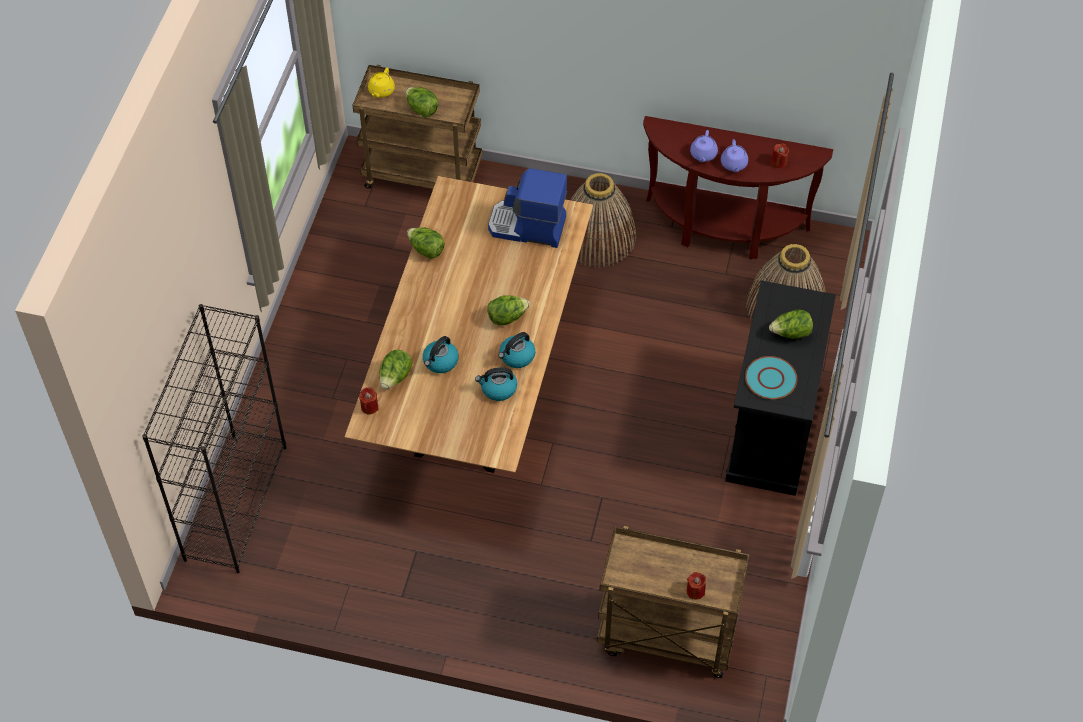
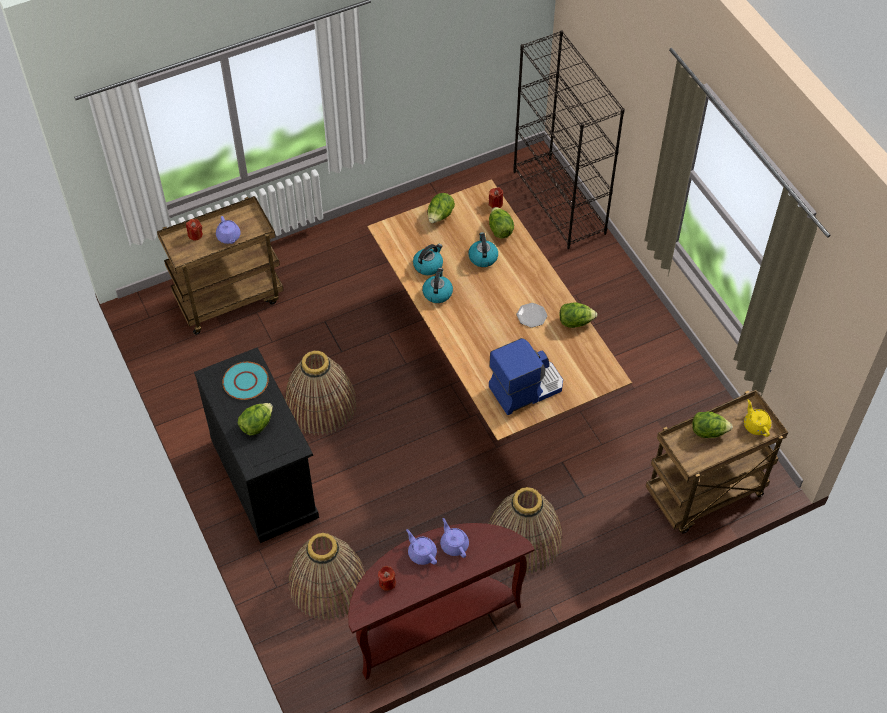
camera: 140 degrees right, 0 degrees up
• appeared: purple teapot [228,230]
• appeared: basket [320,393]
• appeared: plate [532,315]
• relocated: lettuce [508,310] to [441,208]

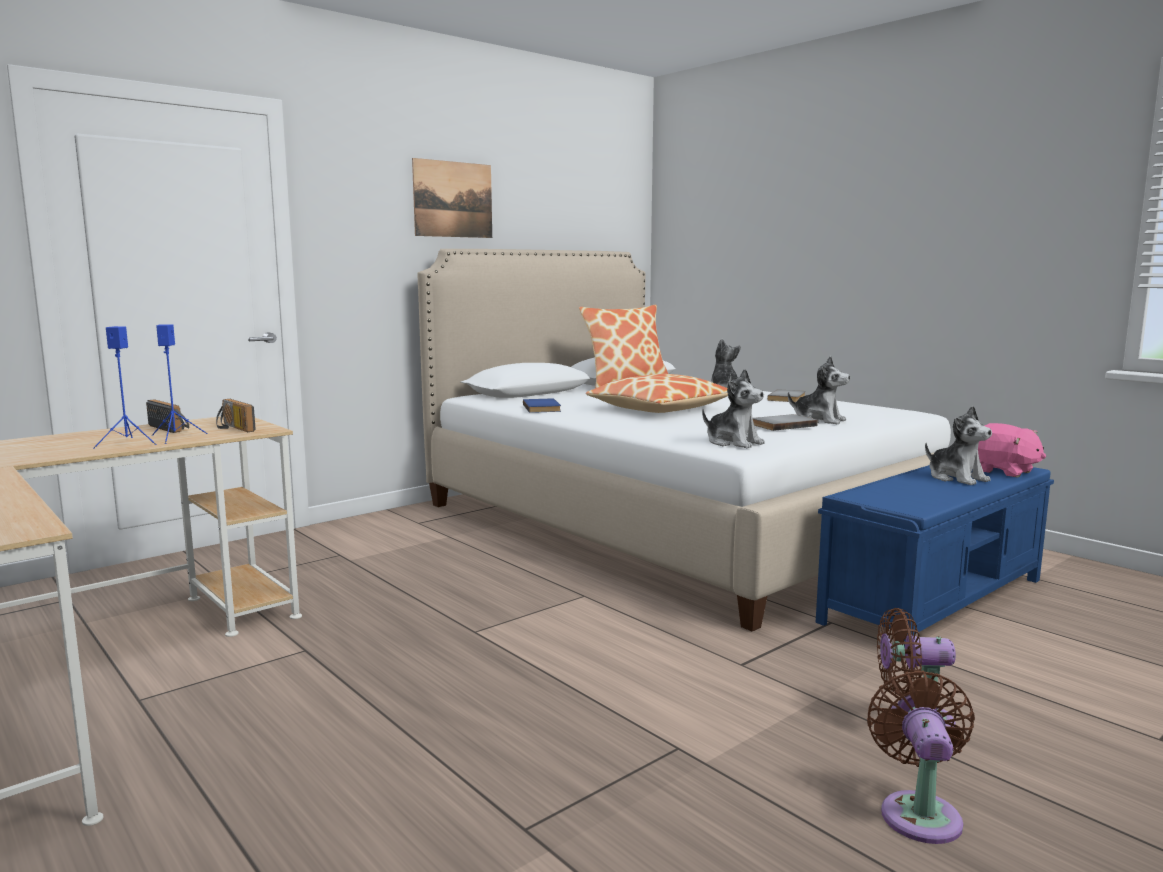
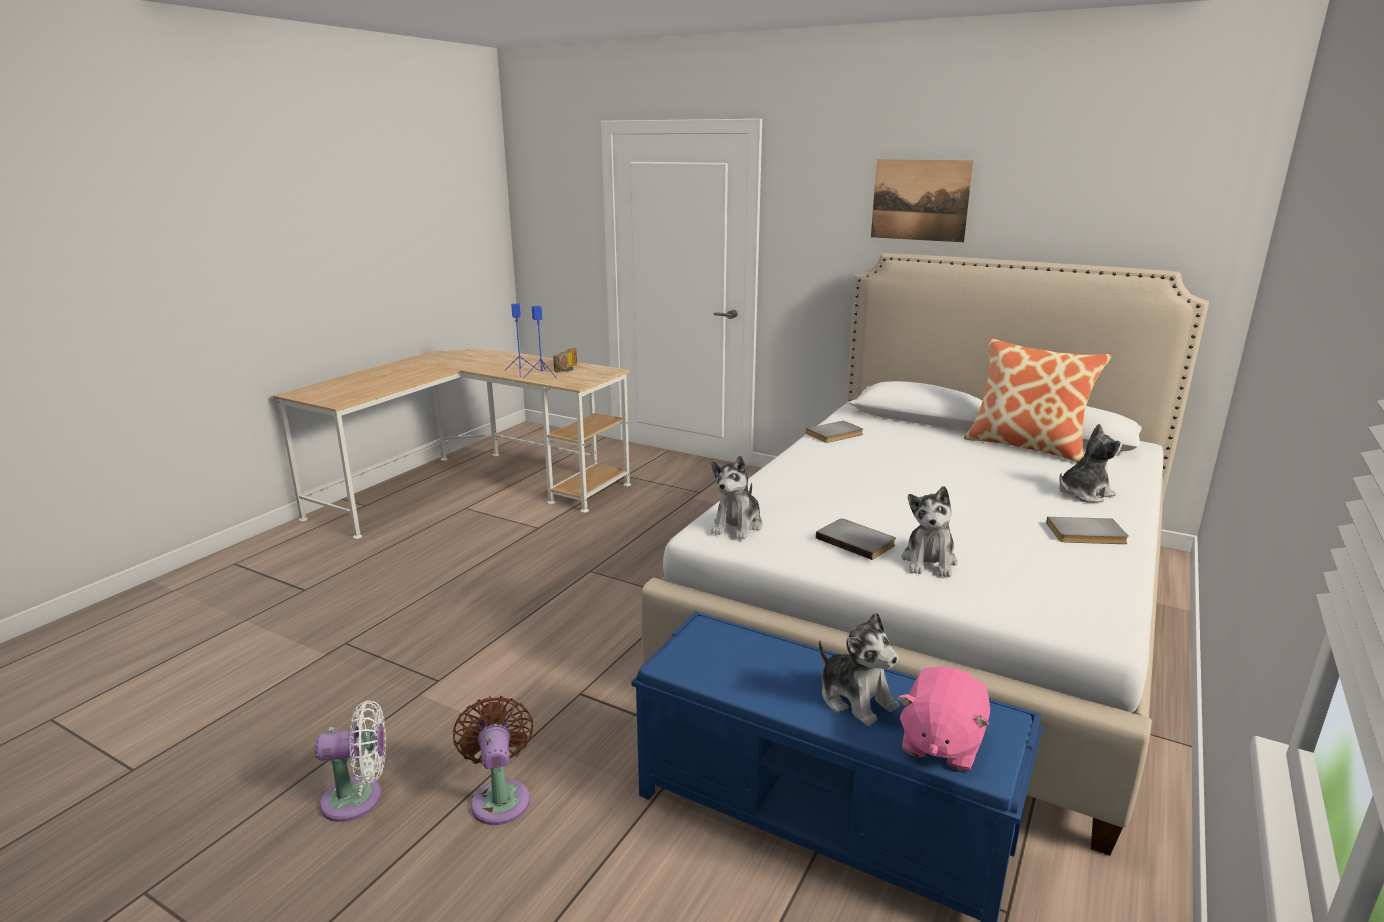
camera: 70 degrees right, 10 degrees up
• missing: radio [236,415]
• missing: pillow [657,393]
• colour: blue book [542,405] to grey book [834,432]
• colour: brown fan [921,757] to white fan [350,761]
• spun: plush toy [958,445] = [859,669] 75 degrees counterclockwise

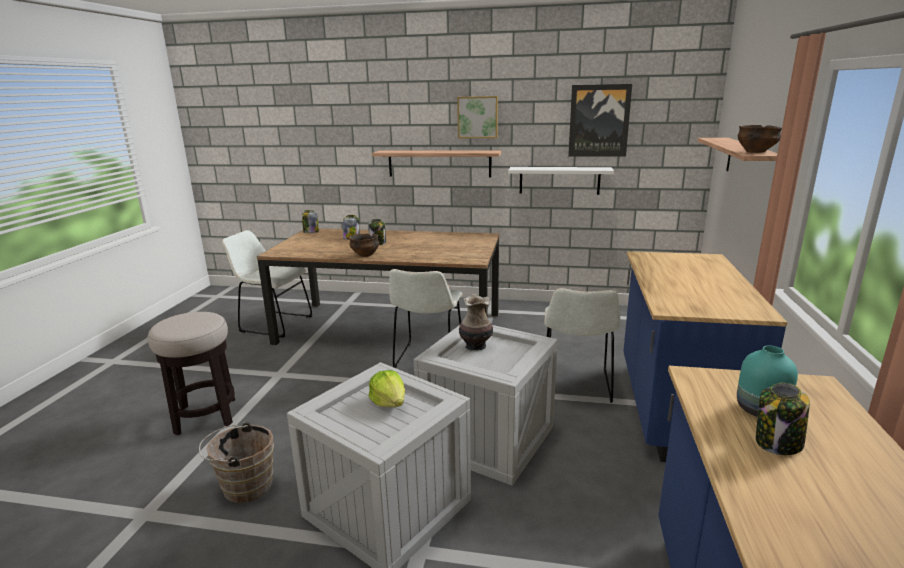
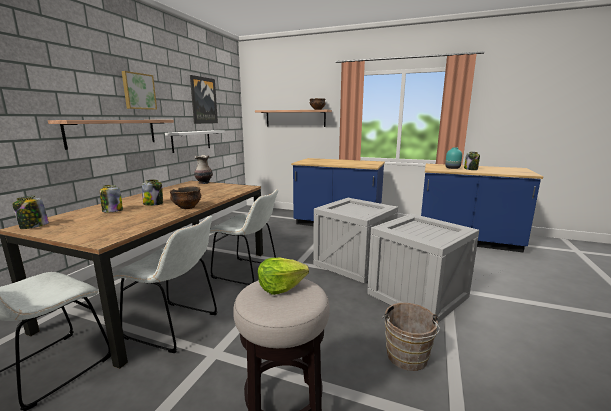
camera: 80 degrees left, 5 degrees down
• relocated: lettuce [386,388] to [283,276]
• relocated: vase [476,322] to [203,169]
• relocated: white chair [582,345] to [165,284]

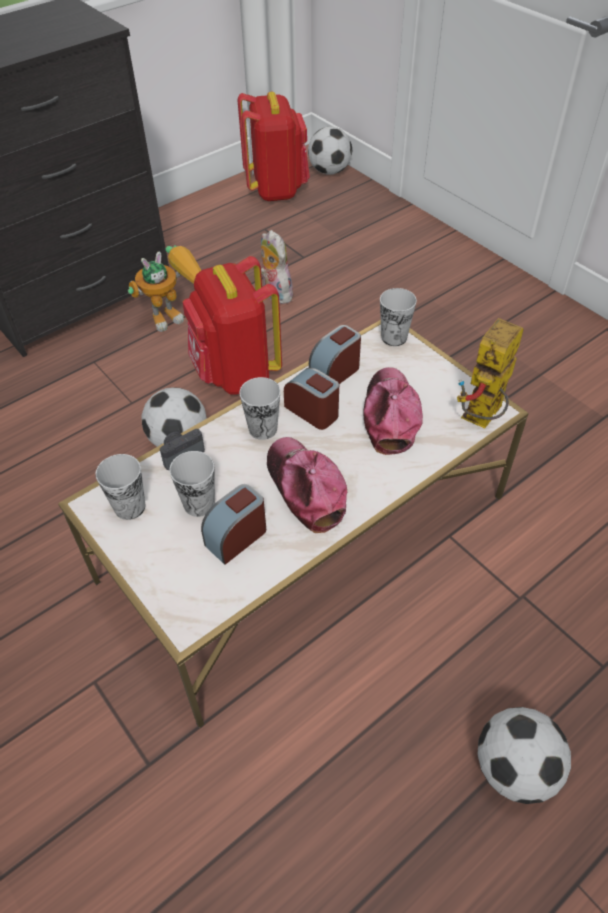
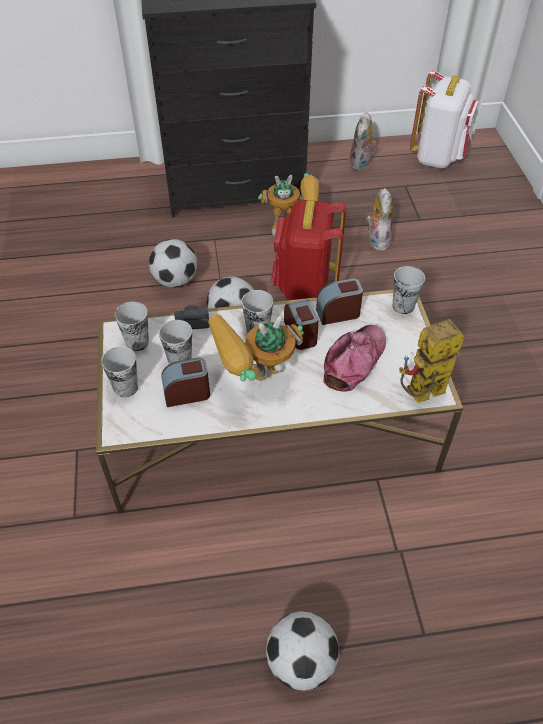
camera: 30 degrees right, 0 degrees up
• appeared: cup [119,372]
• appeared: plush toy [362,141]
• relocated: football [330,151] to [173,263]
• exchanged: cap [307,485] to toy robot [256,347]
• colour: red backpack [274,146] to white backpack [444,119]

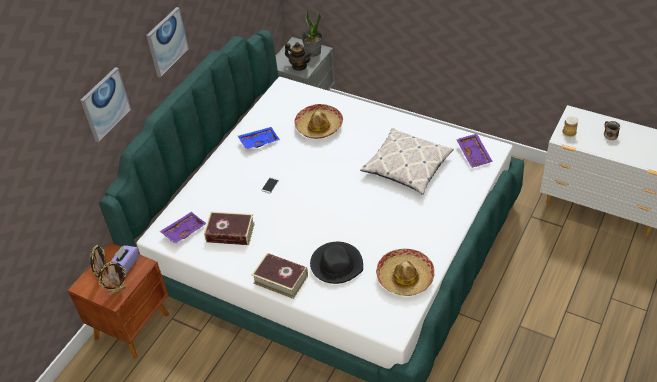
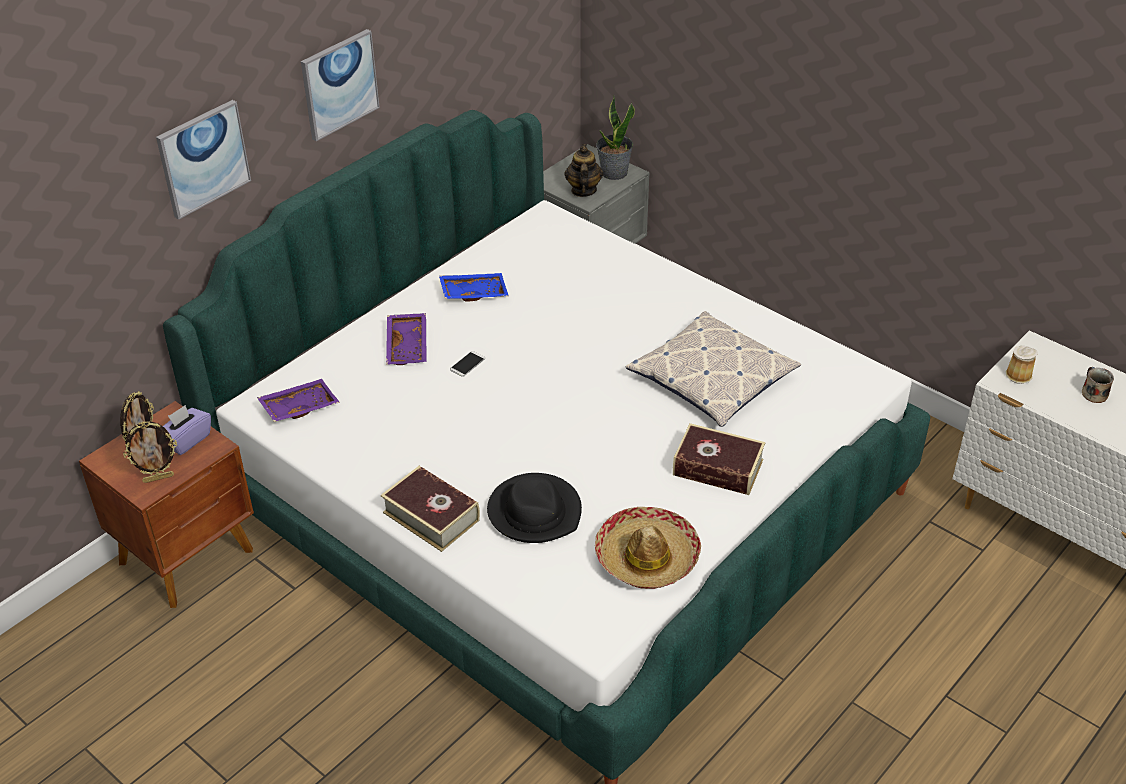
camera: 10 degrees right, 5 degrees down
• missing: hat [318,121]
• relocated: book [229,228] to [719,459]
• relocated: purple tray [474,151] to [406,339]
• spun: teapot [298,56] = [584,170] 135 degrees counterclockwise

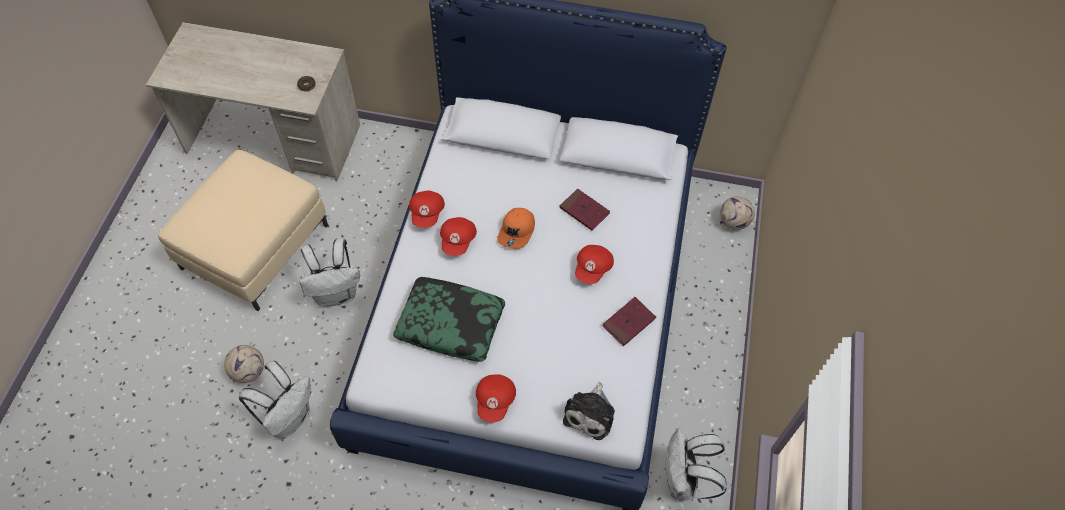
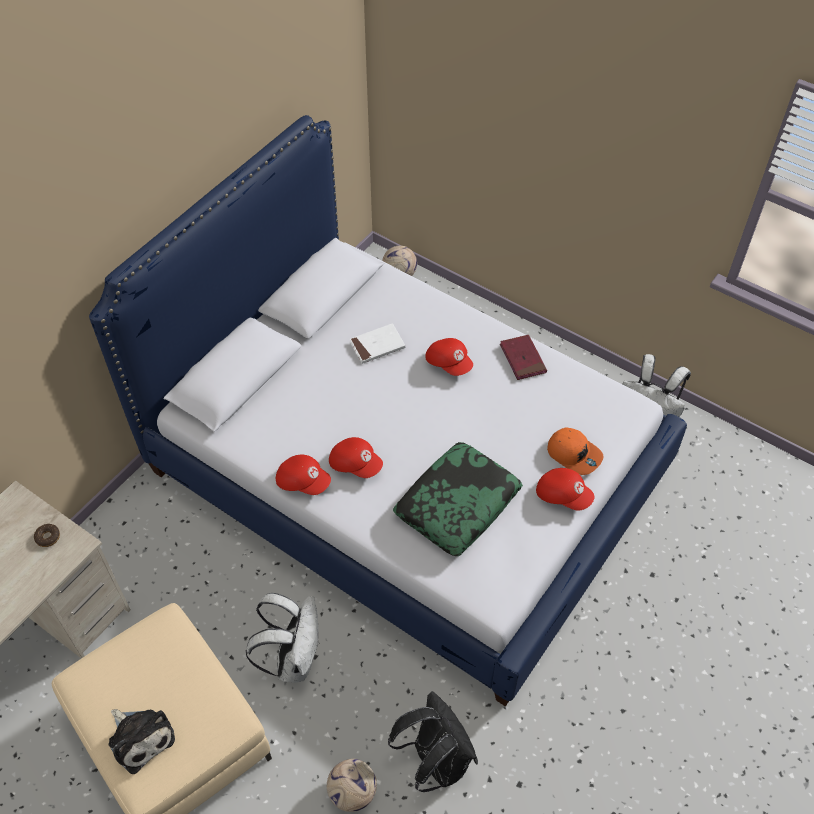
camera: 65 degrees left, 5 degrees down
• relocated: orange cap [516,228] to [575,451]
• relocated: plush toy [589,411] to [142,741]
• colour: white backpack [275,400] to black backpack [433,741]
• colour: red book [584,210] to white book [377,343]

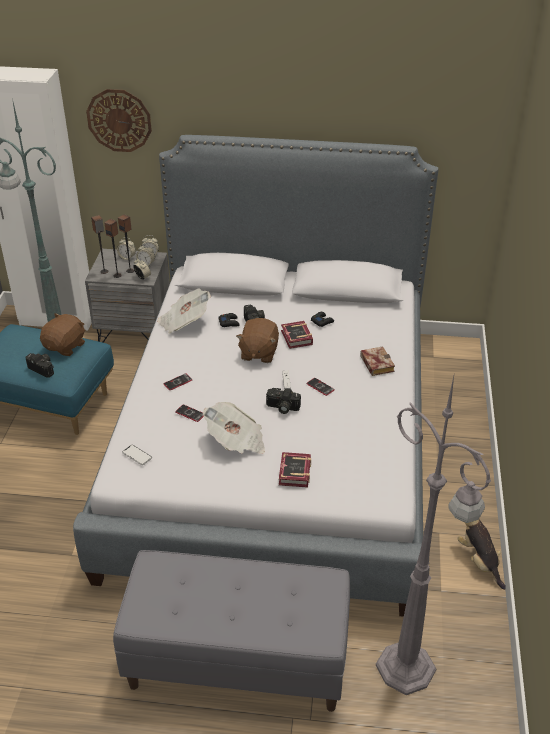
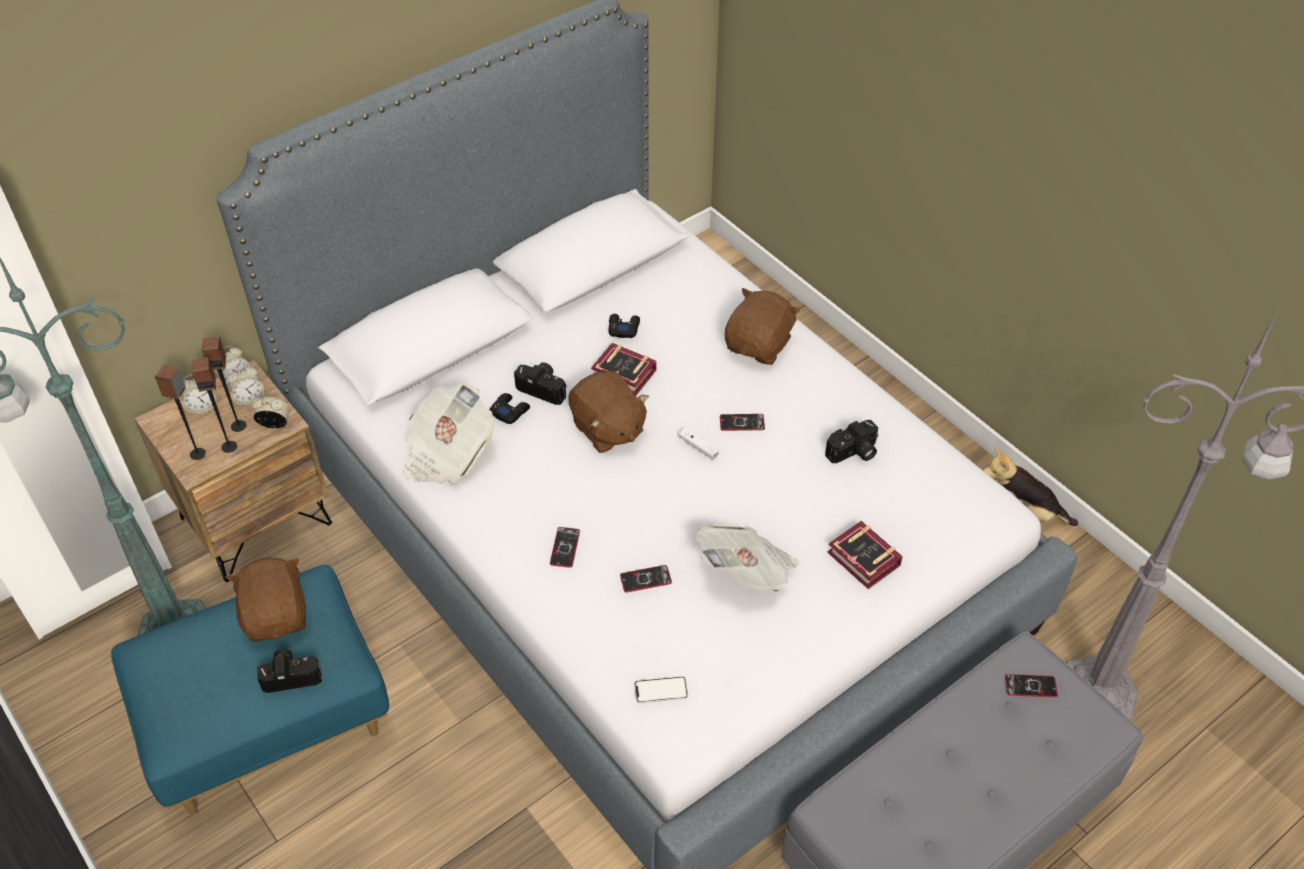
camera: 45 degrees left, 10 degrees up
• missing: wall clock [119,120]
• appeared: phone [1031,685]
• relocated: photo camera [283,401] to [851,441]
• exchanged: book [377,361] to brown plush toy [762,326]
• colour: grey nightstand [127,296] to brown nightstand [233,471]

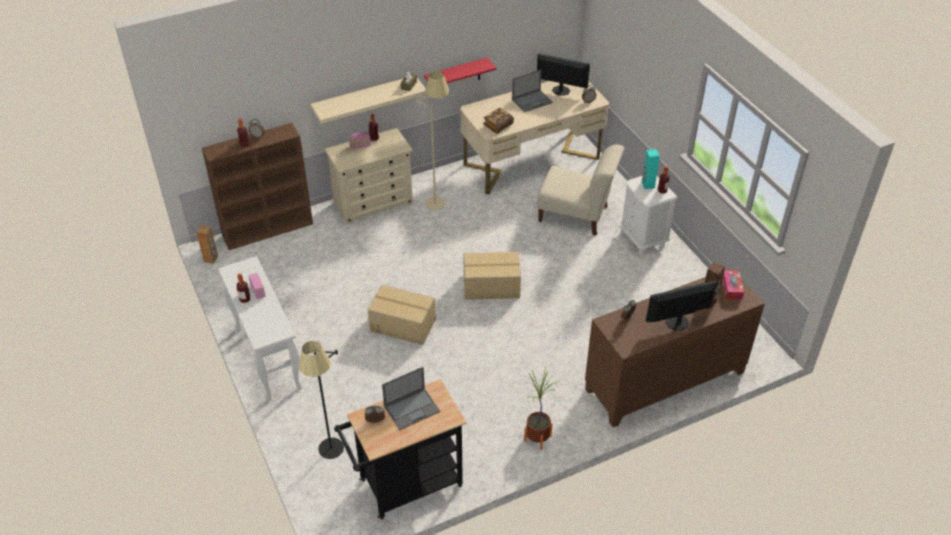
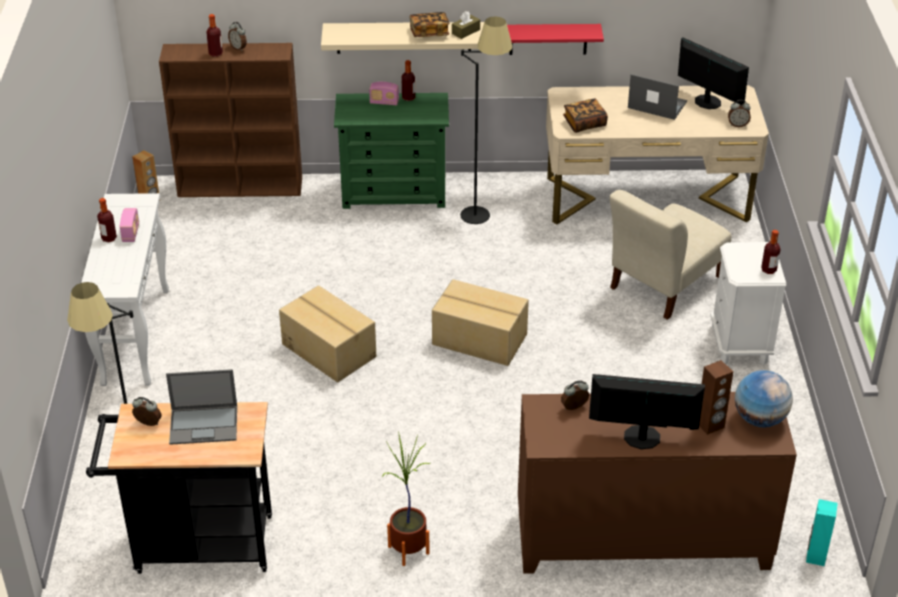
camera: 25 degrees right, 5 degrees down
• appeared: book [429,24]
• relocated: turquoise speaker [651,169] to [822,532]
• exchanged: tissue box [733,285] to globe [764,398]
• colour: beige dresser [368,176] to green dresser [391,151]
• colour: beige floor lamp [432,140] to black floor lamp [486,120]
• spun: laptop [532,90] = [657,97] 150 degrees counterclockwise
• spun: beige chair [580,190] = [670,255] 90 degrees clockwise

